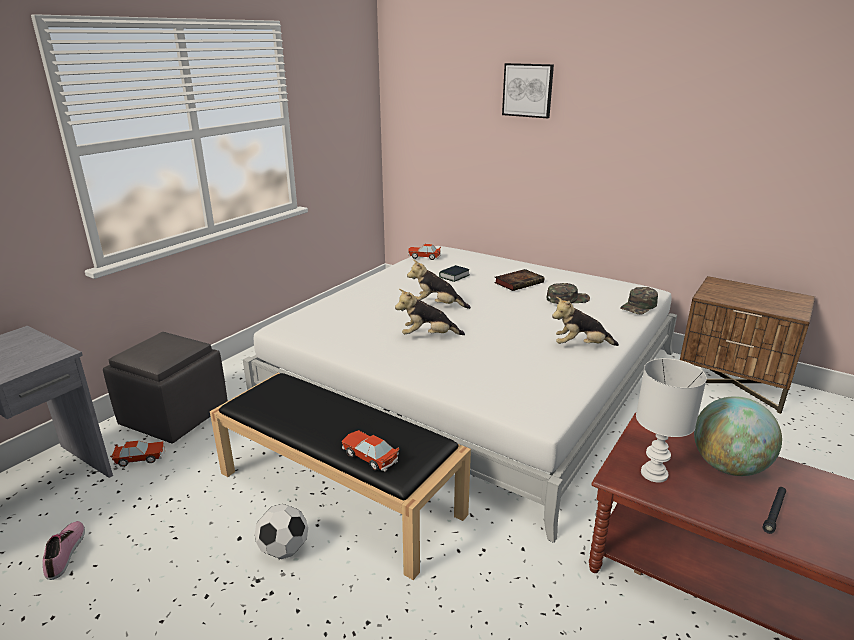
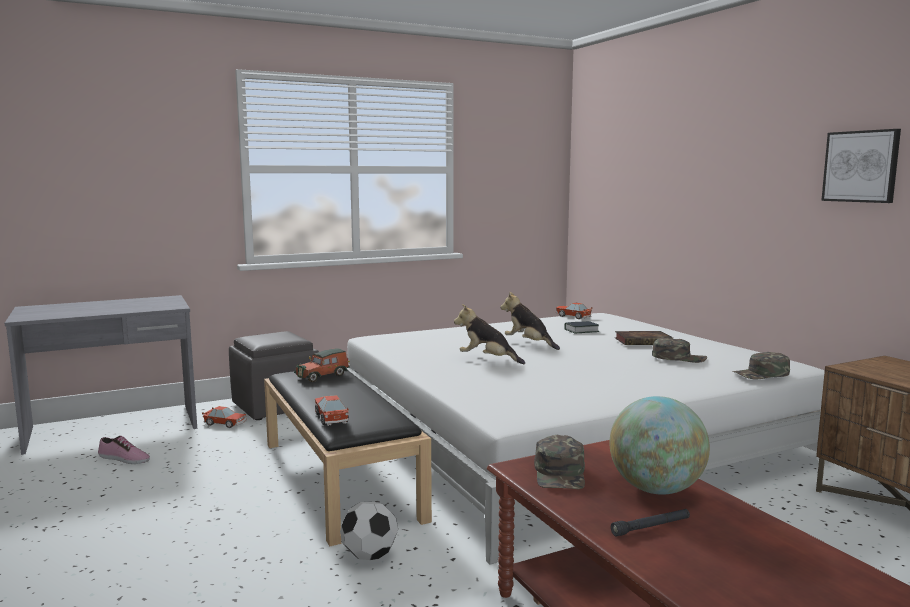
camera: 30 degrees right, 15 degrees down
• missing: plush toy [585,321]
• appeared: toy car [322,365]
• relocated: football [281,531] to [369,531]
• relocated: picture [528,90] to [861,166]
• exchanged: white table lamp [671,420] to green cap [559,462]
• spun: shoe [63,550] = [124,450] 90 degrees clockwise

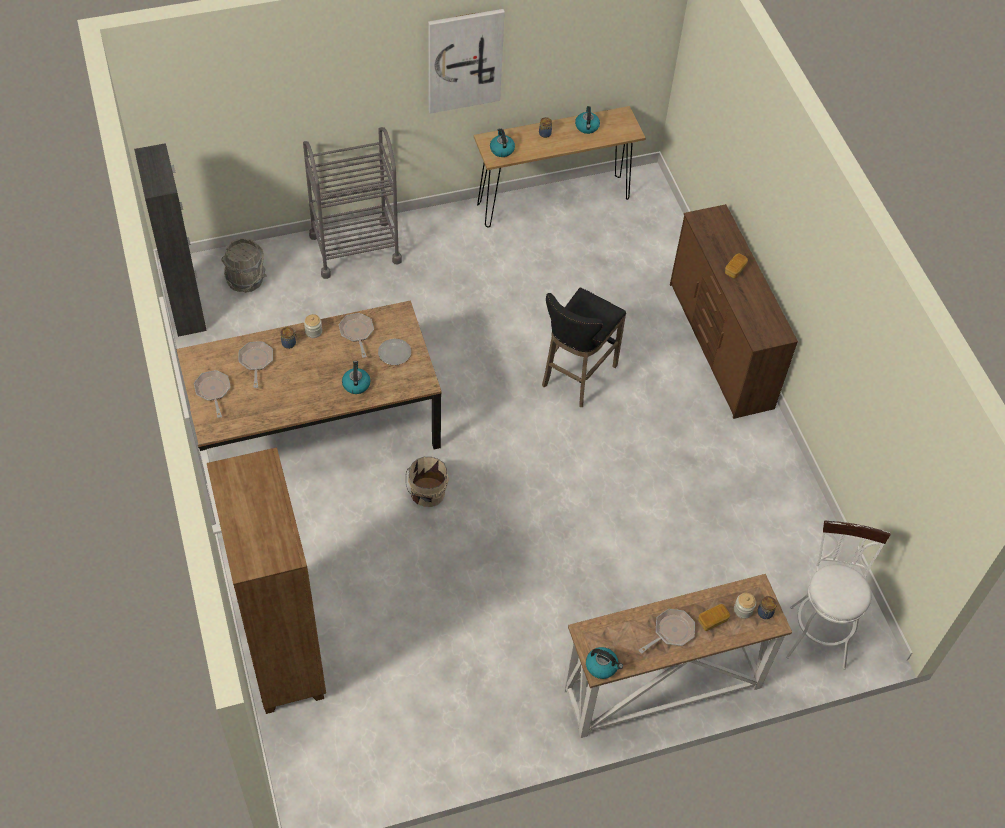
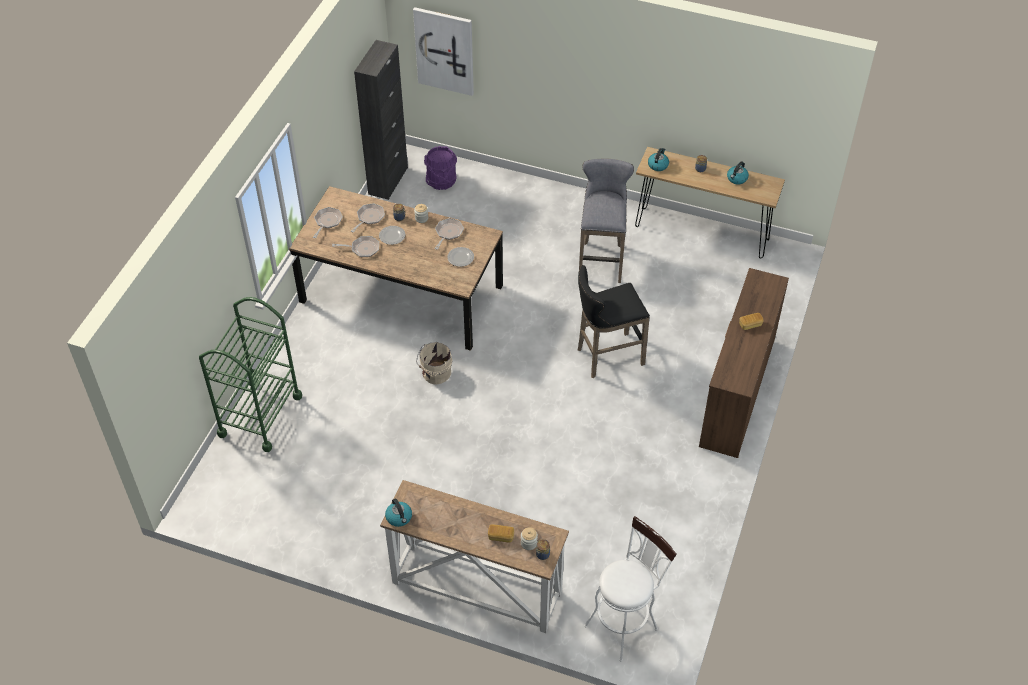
camera: 40 degrees right, 5 degrees down
• missing: grey cart [352,203]
• missing: kettle [356,377]
• appeared: plate [392,235]
• appeared: grey stool [606,221]
• relocated: picture [466,61] to [443,51]
• relocated: frying pan [666,631] to [355,246]
• exchanged: brown bookcase [266,580] to green cart [250,374]
• colour: grey bucket [244,265] to purple bucket [440,168]

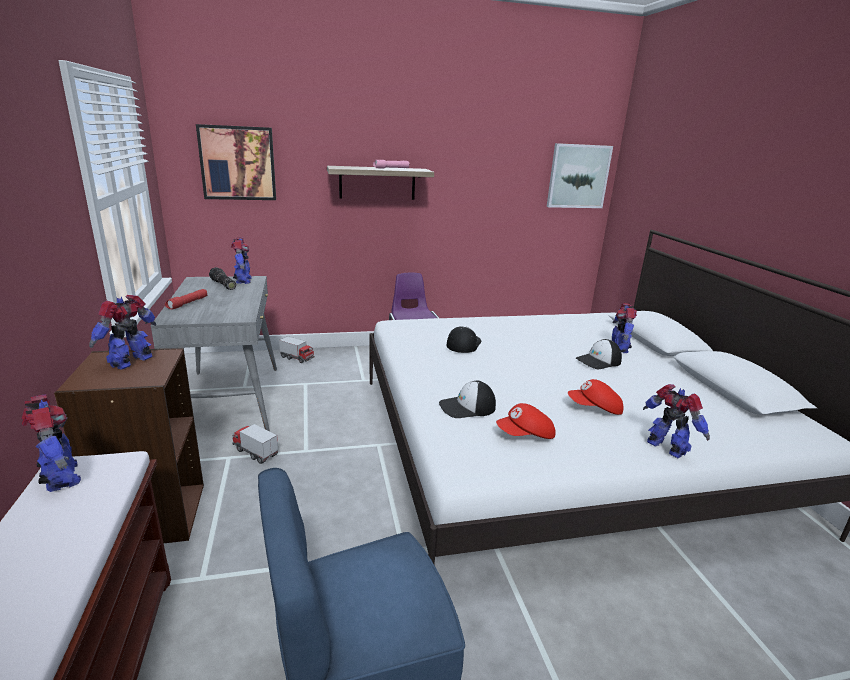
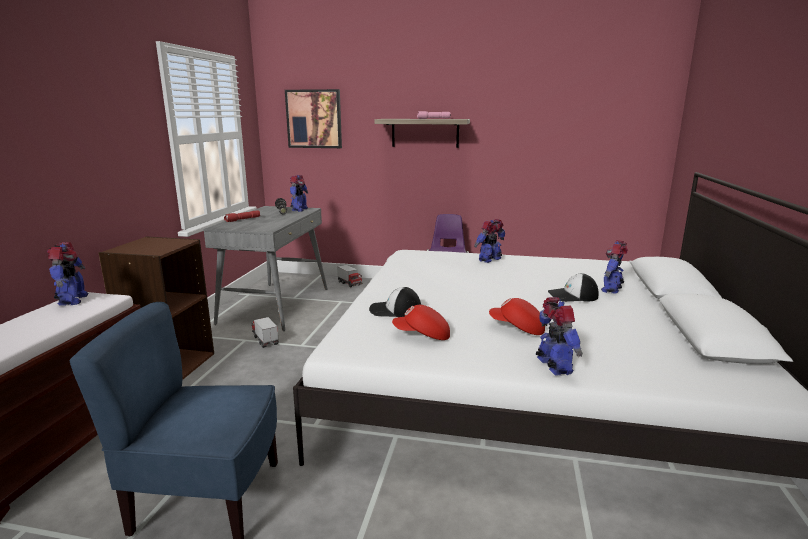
camera: 25 degrees right, 5 degrees down
• missing: cap [463,339]
• missing: picture [580,175]
• relocated: toy robot [122,332] to [489,241]

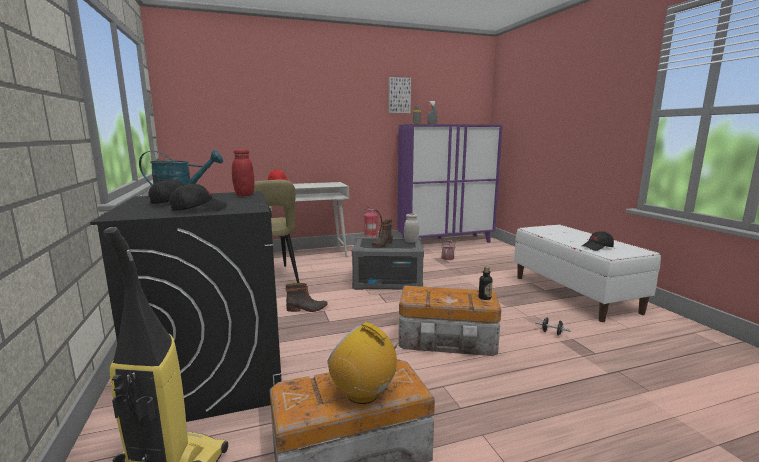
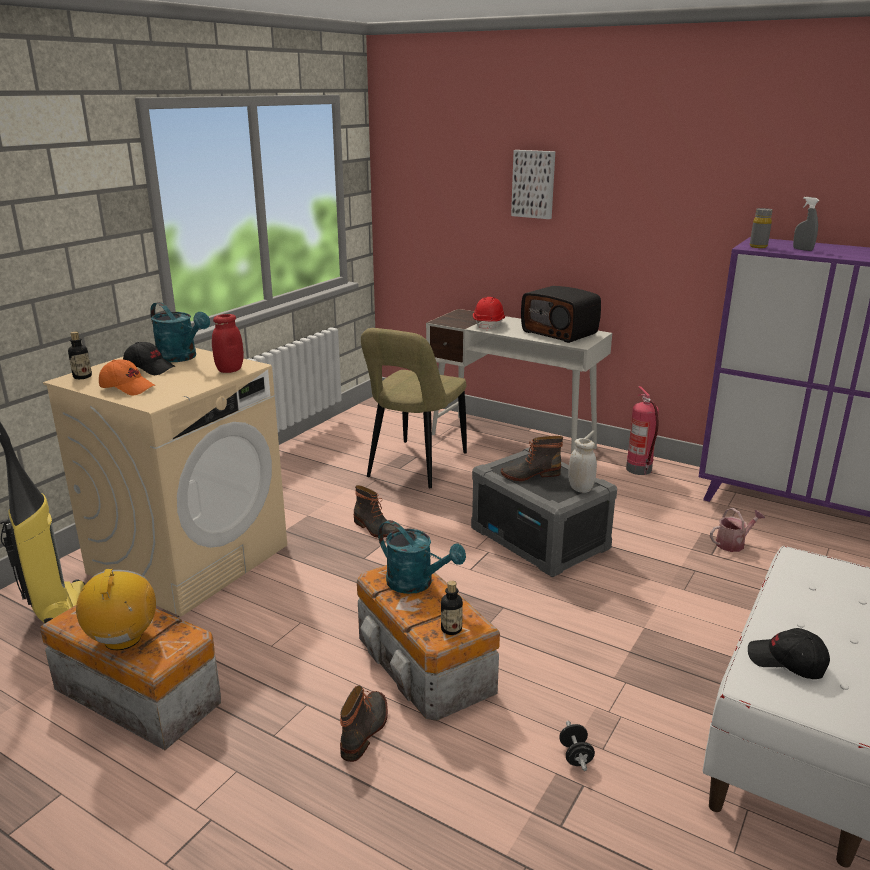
camera: 50 degrees right, 10 degrees up
• appeared: bottle [80,355]
• appeared: boot [364,723]
• appeared: turquoise watering can [422,557]
• appeared: radio [561,314]
• relocated: picture [400,95] to [533,184]
• colour: black washing machine [186,306] to beige washing machine [165,482]
• colour: black cap [198,197] to orange cap [127,378]

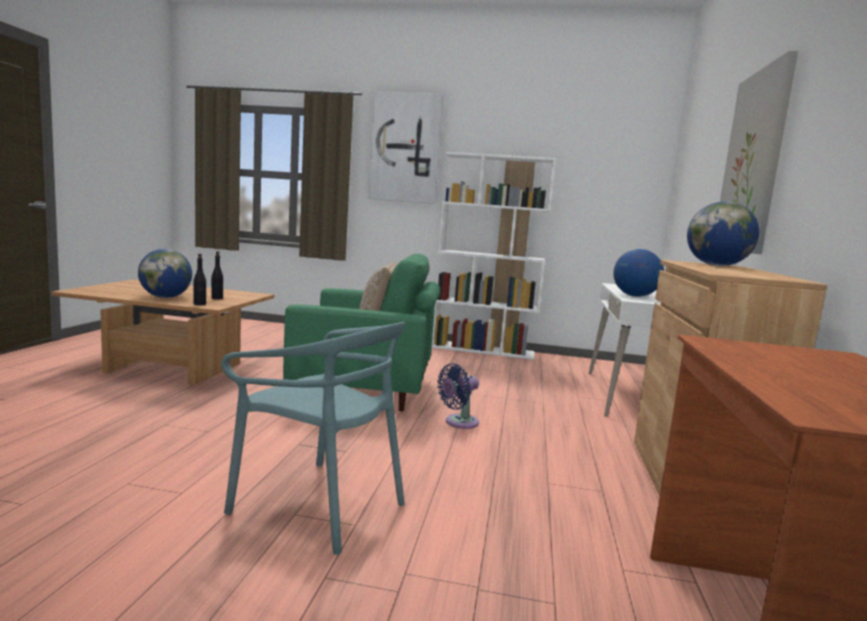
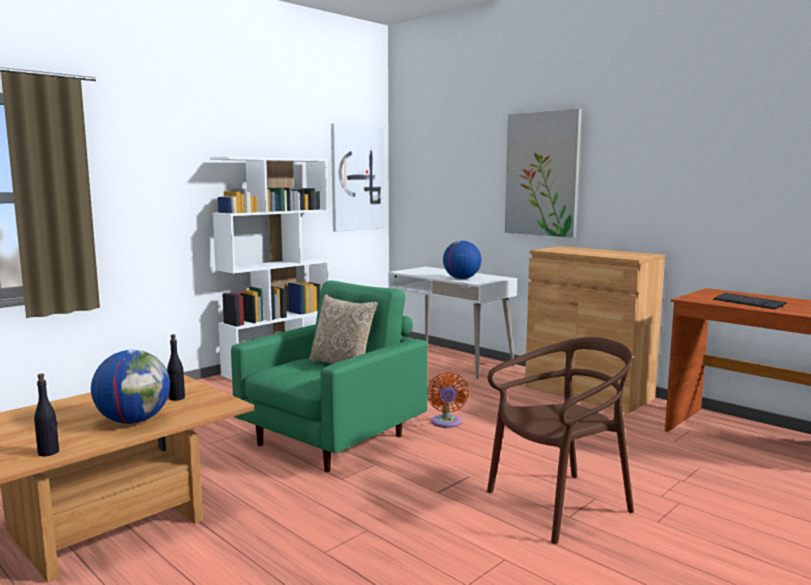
camera: 55 degrees left, 0 degrees up
• missing: globe [723,233]
• appeared: keyboard [750,301]
• relocated: black bottle [199,279] to [46,415]
• relocated: picture [406,147] to [358,177]
• colour: turquoise chair [313,438] to brown chair [560,440]
• colour: blue fan [458,396] to orange fan [448,400]

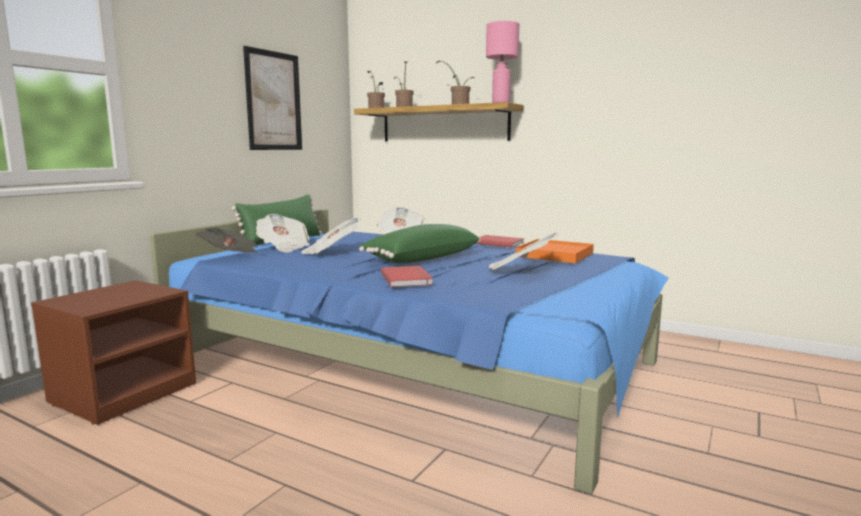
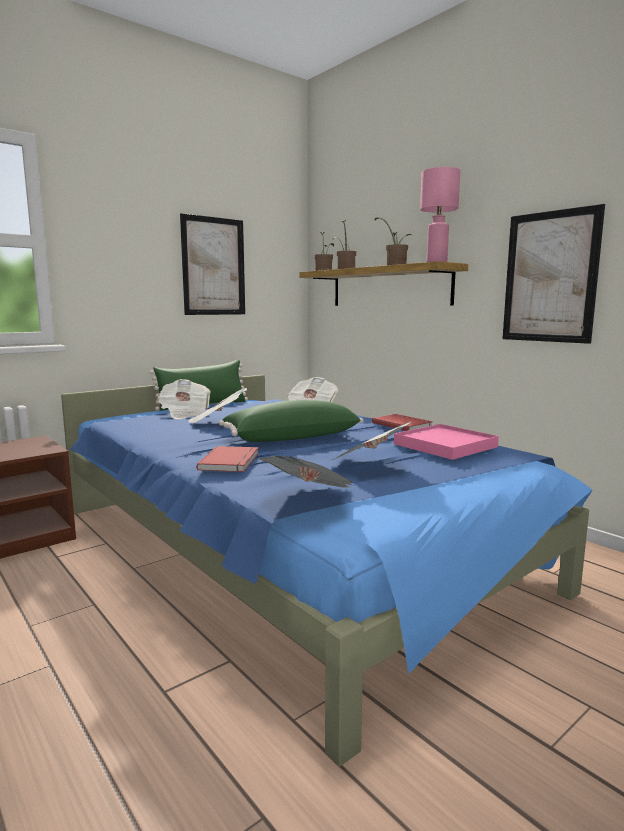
camera: 20 degrees right, 0 degrees up
• appeared: picture [553,274]
• relocated: newspaper [227,240] to [306,471]
• colour: orange tray [555,251] to pink tray [446,442]

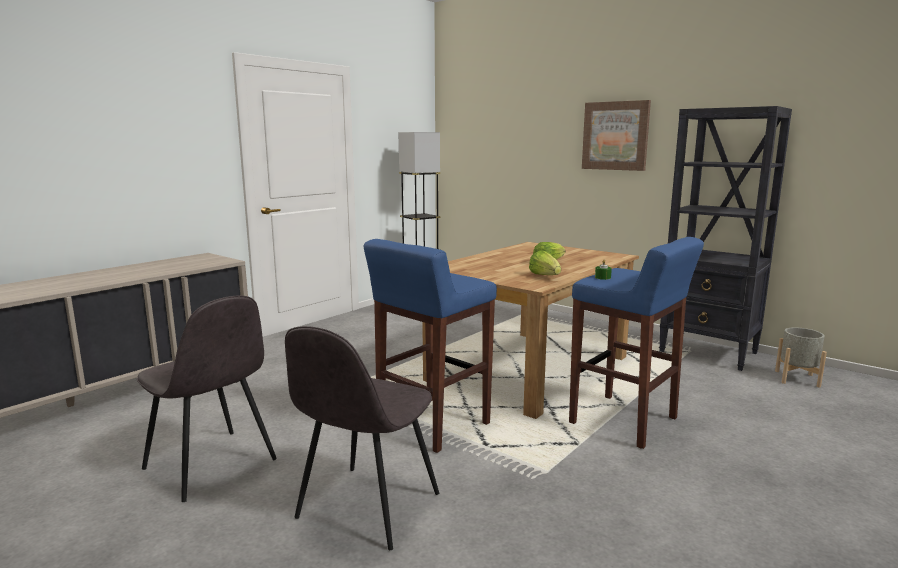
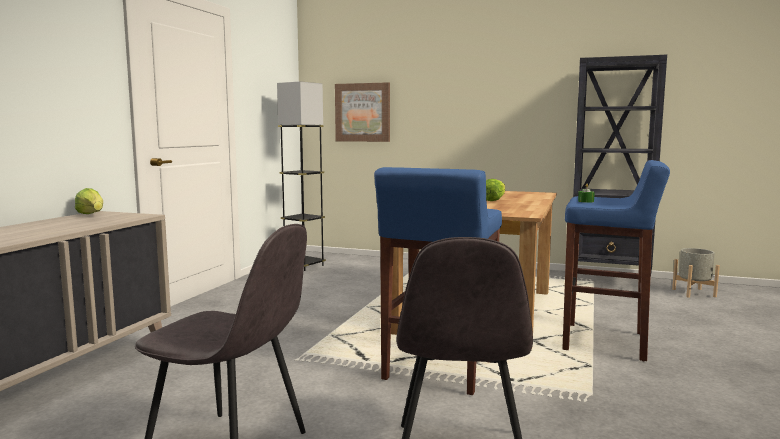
camera: 20 degrees left, 5 degrees down
• relocated: lettuce [545,262] to [89,201]
• relocated: picture [616,135] to [362,112]

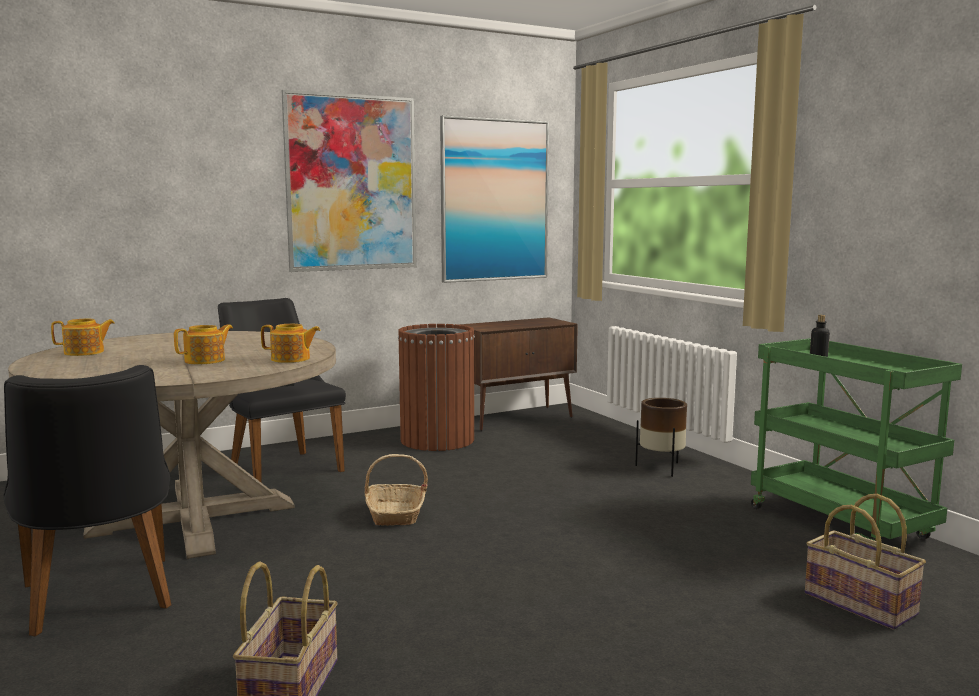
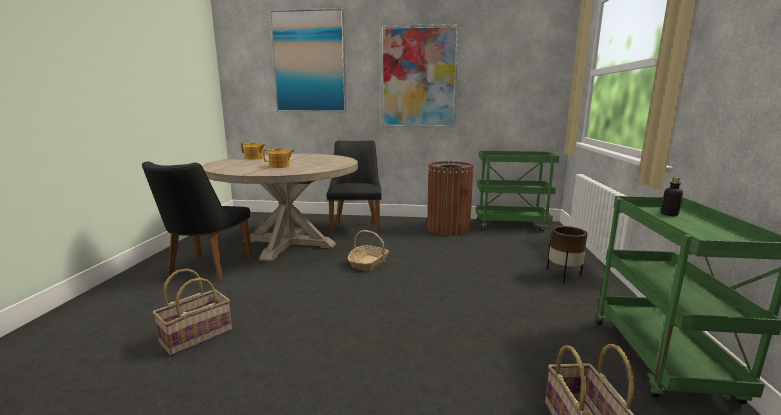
camera: 35 degrees right, 5 degrees up
• missing: teapot [291,343]
• relocated: picture [494,199] to [307,60]
• exchanged: brown cabinet [518,374] to green cart [517,191]

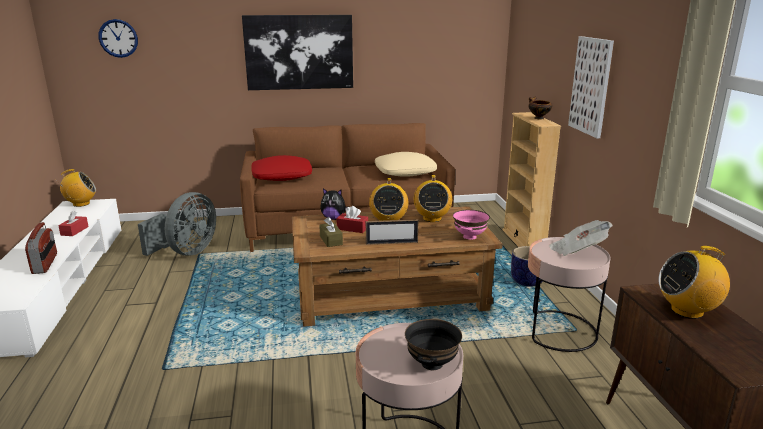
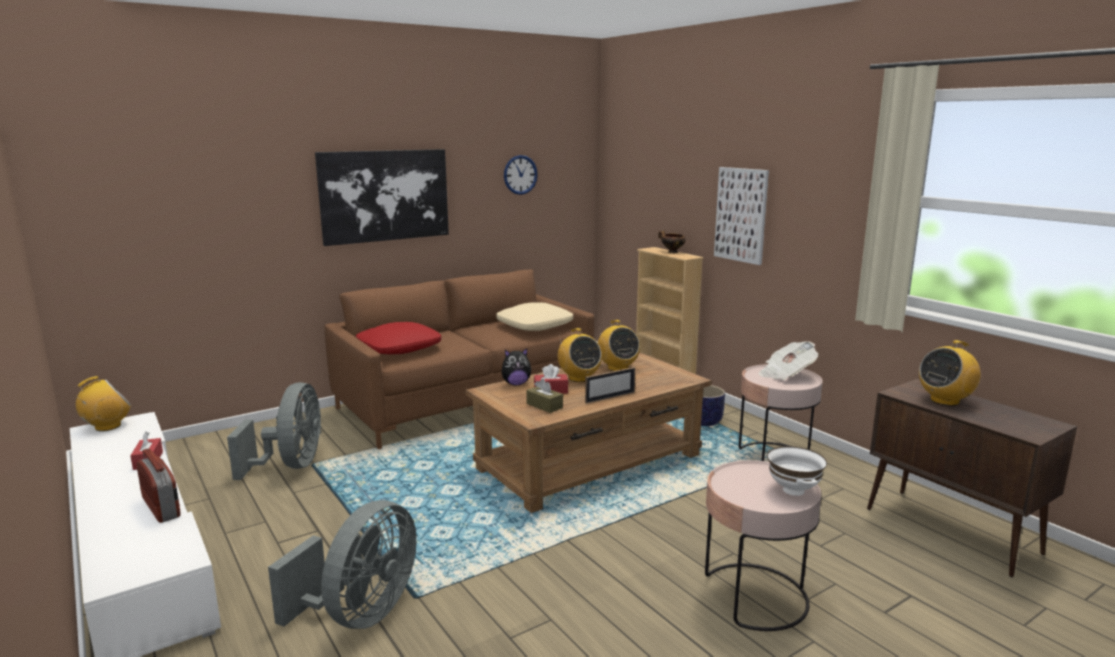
camera: 25 degrees left, 5 degrees down
• missing: pink bowl [471,225]
• appeared: grey fan [342,564]
• relocated: wall clock [118,38] to [521,175]
• colour: black bowl [433,344] to white bowl [797,471]

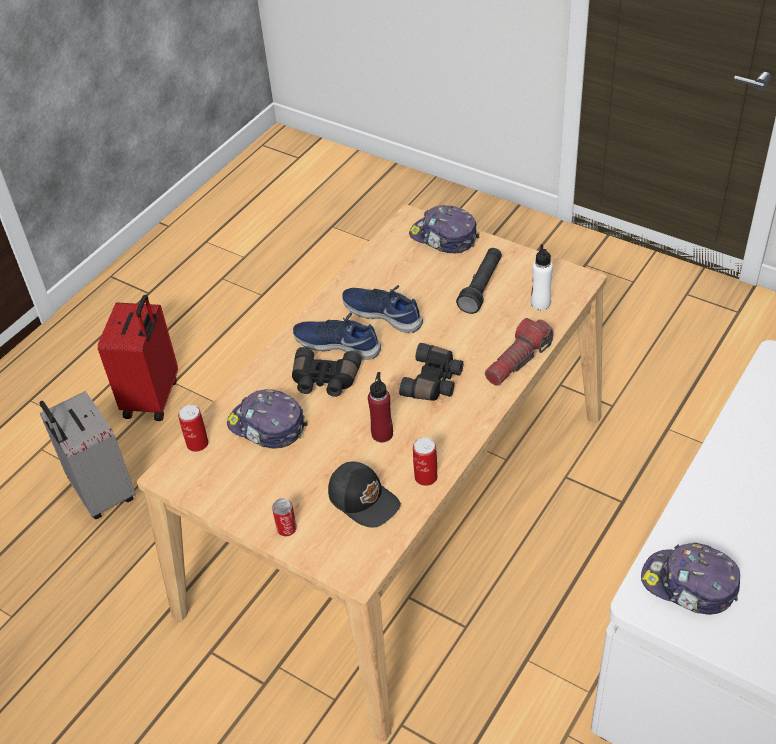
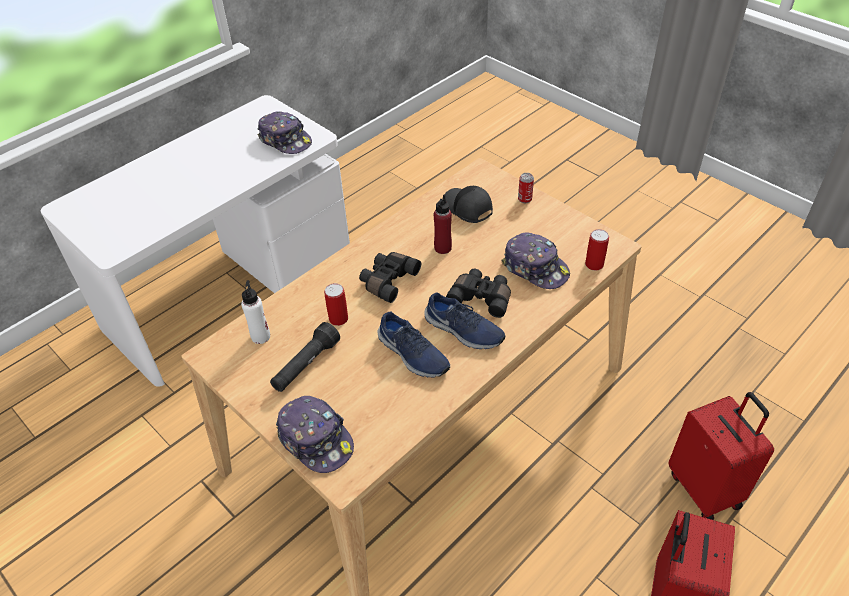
camera: 170 degrees left, 0 degrees up
• missing: flashlight [519,352]
• relocated: can [425,461] to [336,304]
• colour: grey suitcase [87,455] to red suitcase [721,456]

